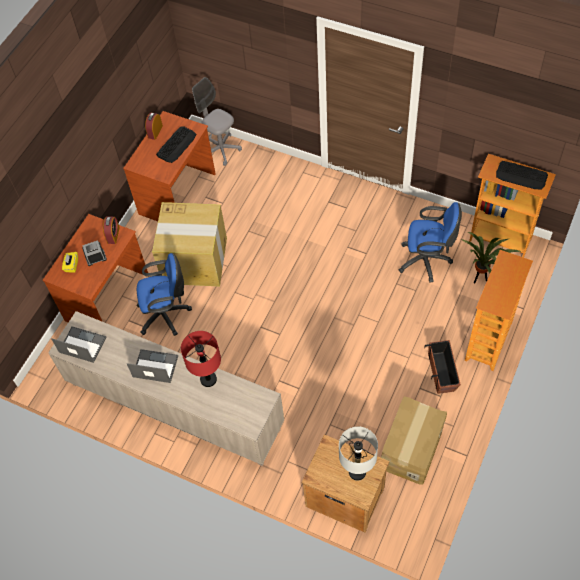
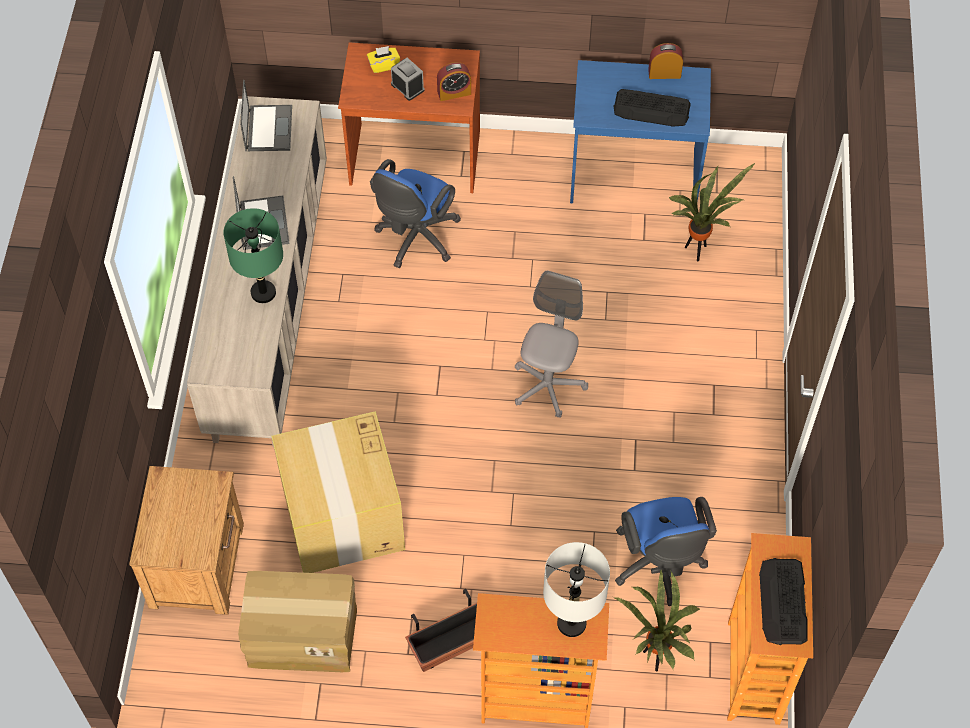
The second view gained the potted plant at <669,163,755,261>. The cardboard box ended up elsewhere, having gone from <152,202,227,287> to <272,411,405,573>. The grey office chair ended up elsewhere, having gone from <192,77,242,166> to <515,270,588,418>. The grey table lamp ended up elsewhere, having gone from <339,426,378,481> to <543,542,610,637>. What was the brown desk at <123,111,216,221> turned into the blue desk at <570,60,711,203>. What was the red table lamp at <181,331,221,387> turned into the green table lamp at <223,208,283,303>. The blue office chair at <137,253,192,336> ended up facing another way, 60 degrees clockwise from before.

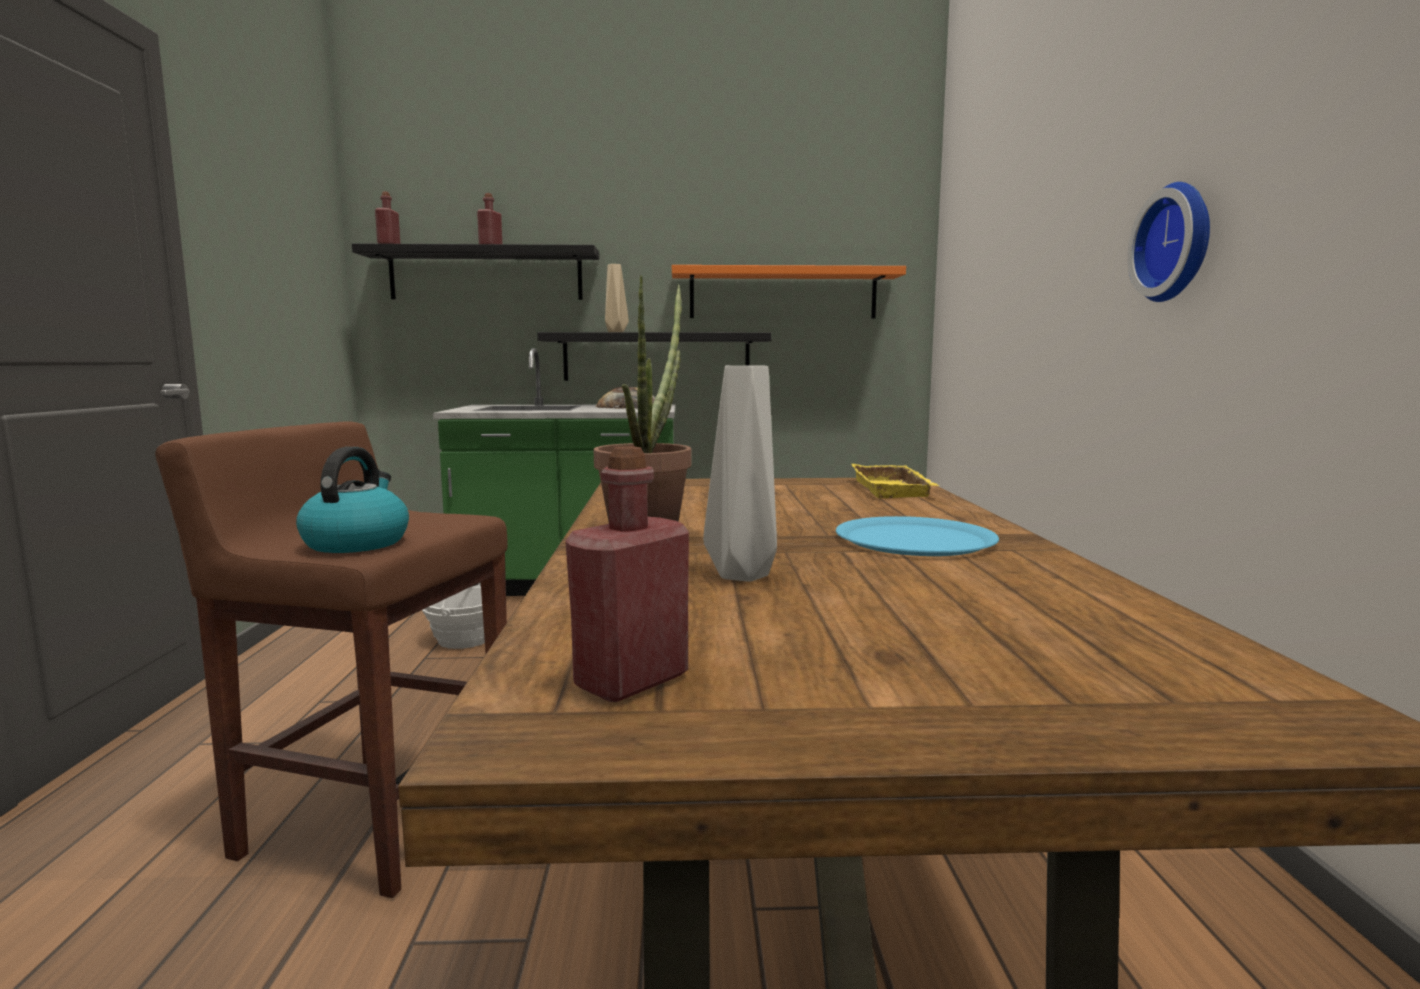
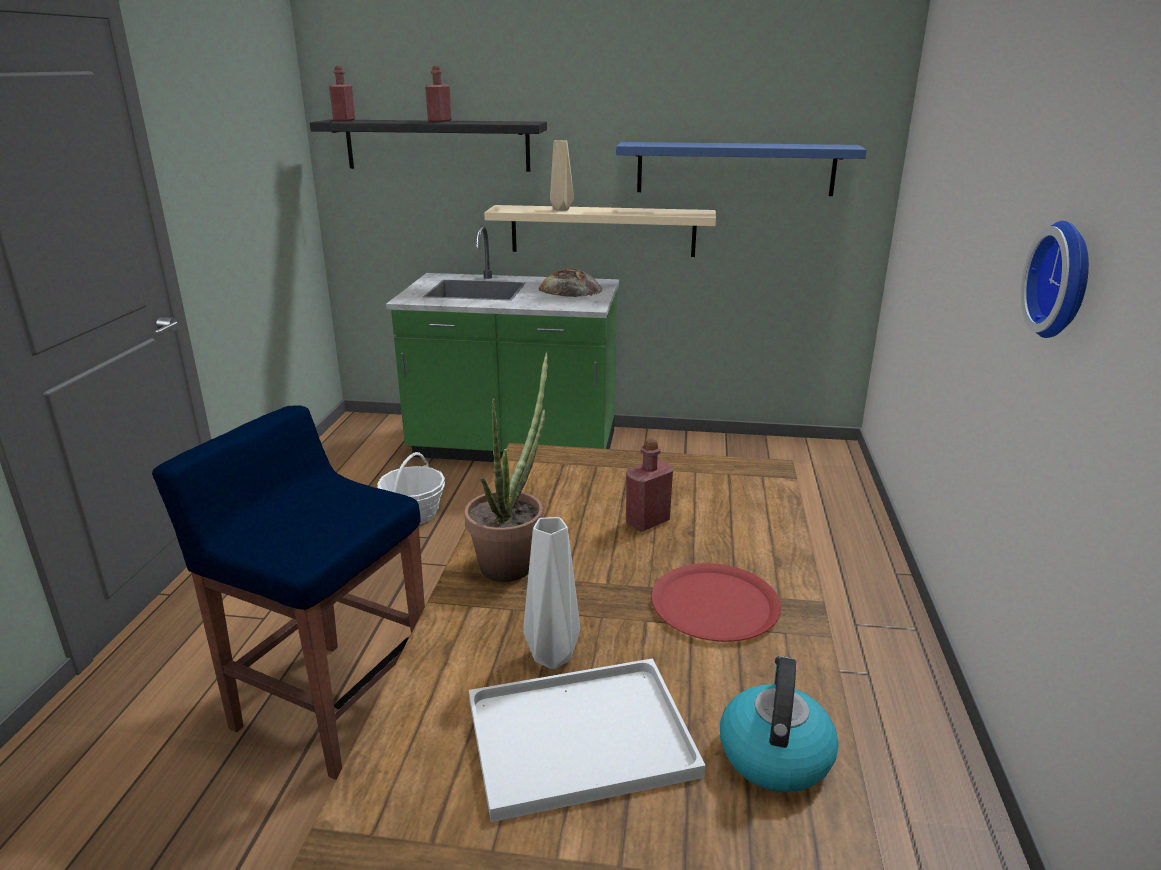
The second view lost the yellow tray at <851,464,939,498>. The second view gained the white tray at <469,658,706,822>. The kettle ended up elsewhere, having gone from <296,447,409,553> to <720,656,838,792>. The red bottle ended up elsewhere, having gone from <565,446,689,702> to <626,438,673,532>. What was the brown stool at <155,421,508,898> turned into the blue stool at <152,405,425,780>. What was the black shelf at <537,332,772,381> turned into the beige shelf at <484,205,716,257>. What was the orange shelf at <672,265,906,319> turned into the blue shelf at <616,142,867,196>. What was the blue plate at <836,516,999,556> turned into the red plate at <651,563,781,642>.

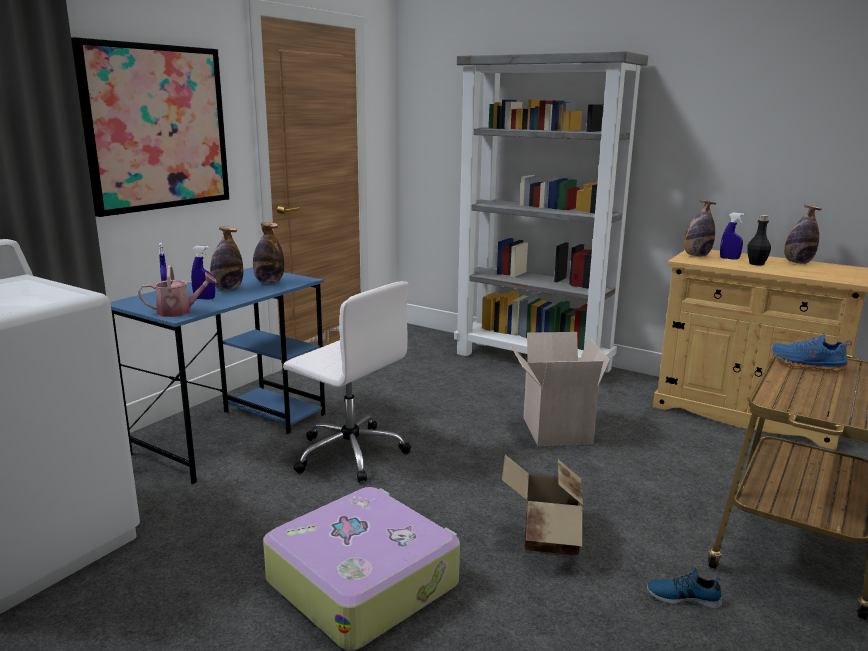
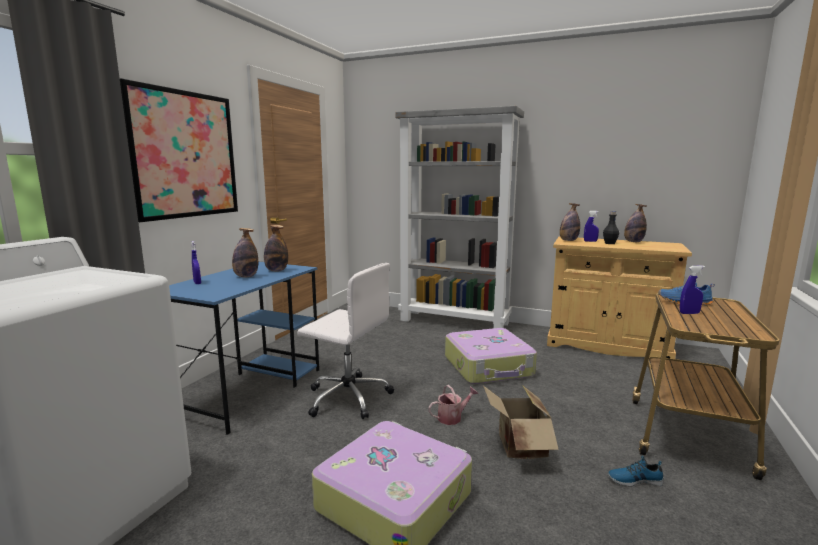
The watering can ended up elsewhere, having gone from <138,265,217,317> to <428,385,479,425>. The blue spray bottle ended up elsewhere, having gone from <191,246,215,300> to <680,265,705,314>. Where the cardboard box stood at <510,332,610,446>, the suitcase came to stand at <445,328,537,384>.

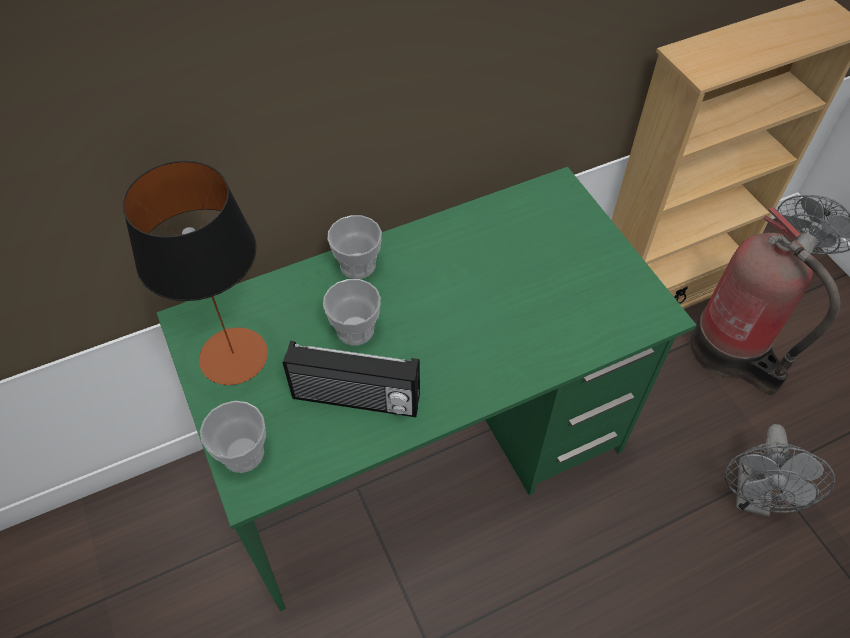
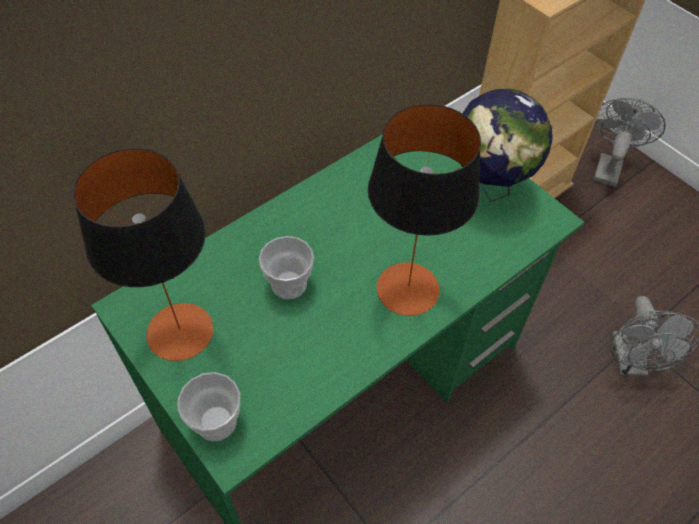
The second view lost the radio at <283,341,420,417>. The second view lost the cup at <327,215,382,279>. The second view lost the fire extinguisher at <690,207,841,395>. The second view gained the table lamp at <368,104,481,316>. The second view gained the globe at <461,89,553,203>.

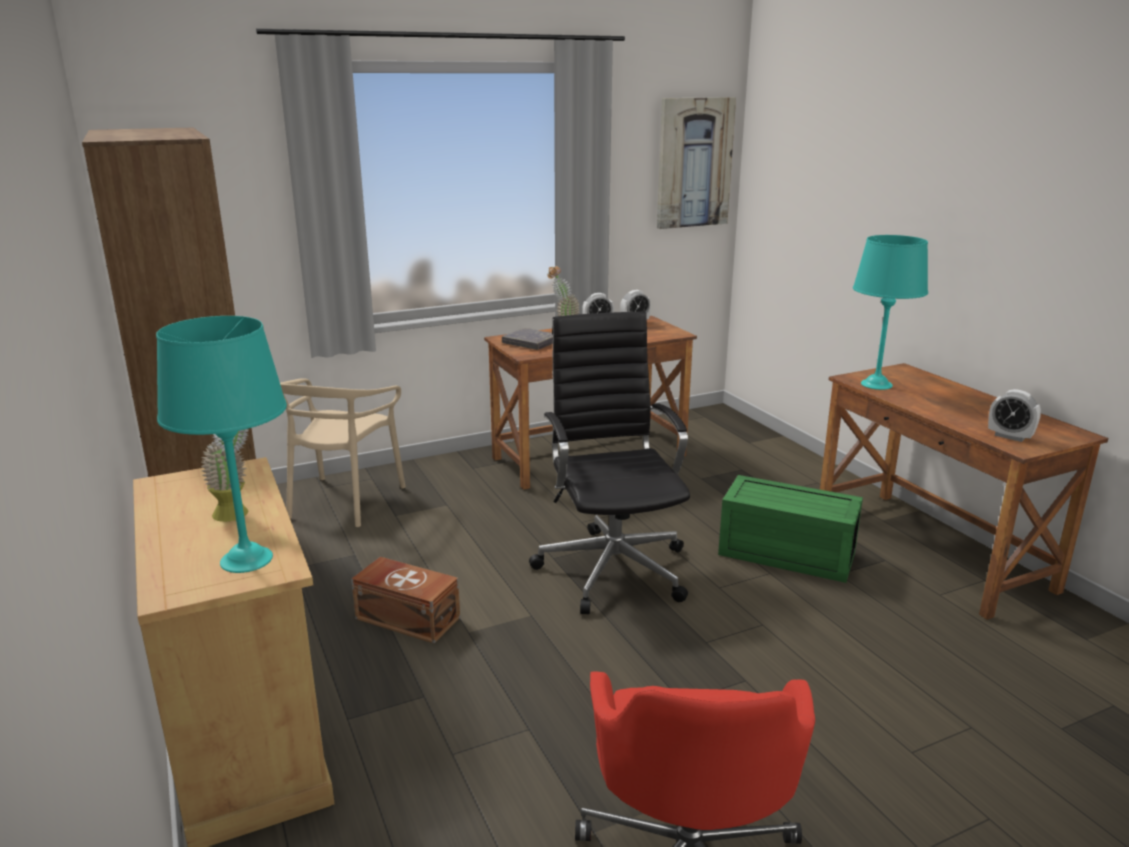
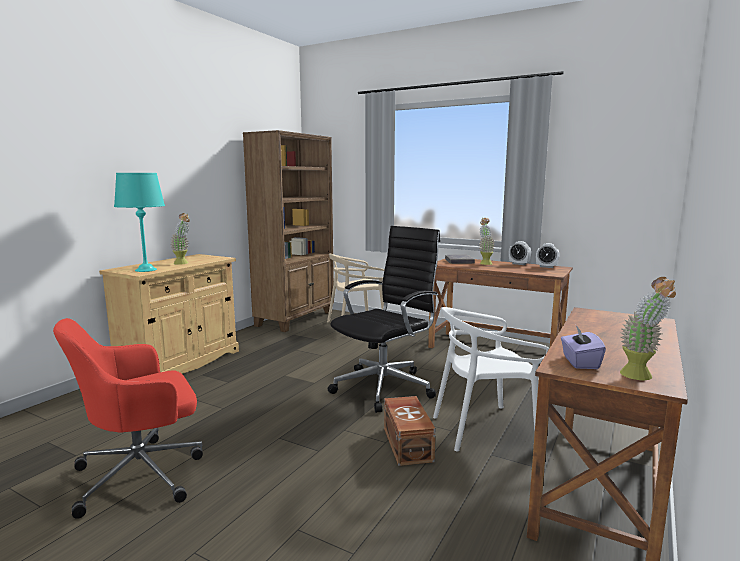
The second view lost the picture at <657,97,736,229>. The second view lost the turquoise table lamp at <853,235,928,390>. The second view gained the potted plant at <620,277,676,380>. The brown storage box ended up elsewhere, having gone from <351,557,460,643> to <384,396,436,466>. Where the green storage box stood at <718,475,863,583>, the white chair came to stand at <433,307,549,451>. Where the alarm clock stood at <988,389,1041,442>, the purple tissue box came to stand at <561,325,606,369>.

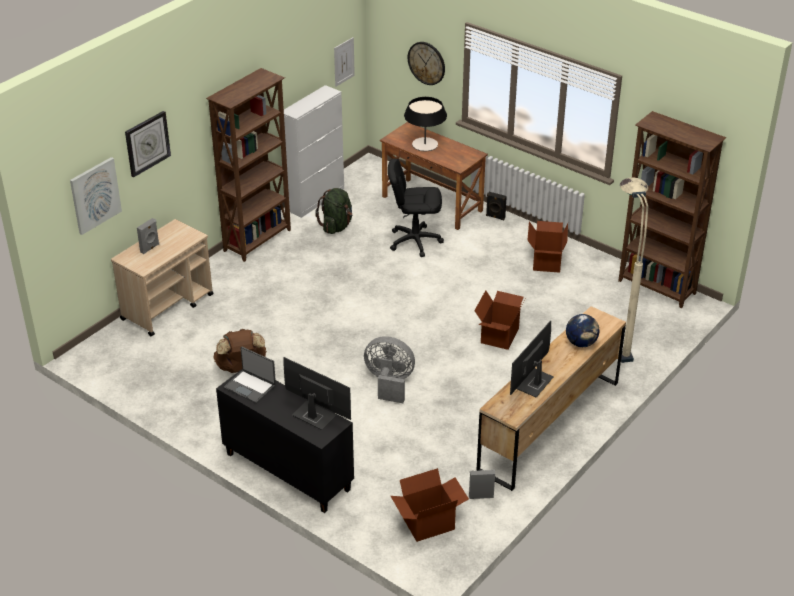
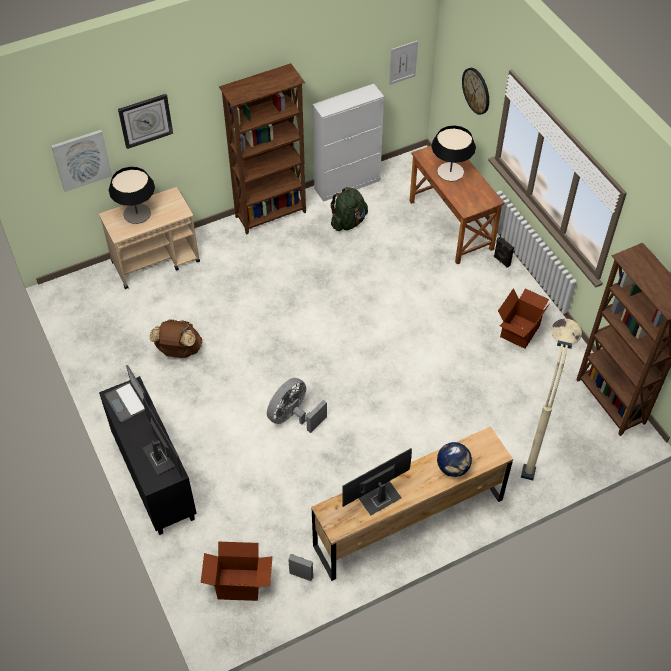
The second view lost the black office chair at <388,159,444,257>. The second view lost the cardboard box at <474,290,525,350>. Where the grey speaker stood at <137,218,159,254>, the table lamp came to stand at <109,167,155,224>. The grey fan at <364,336,415,403> ended up facing another way, 90 degrees counterclockwise from before.

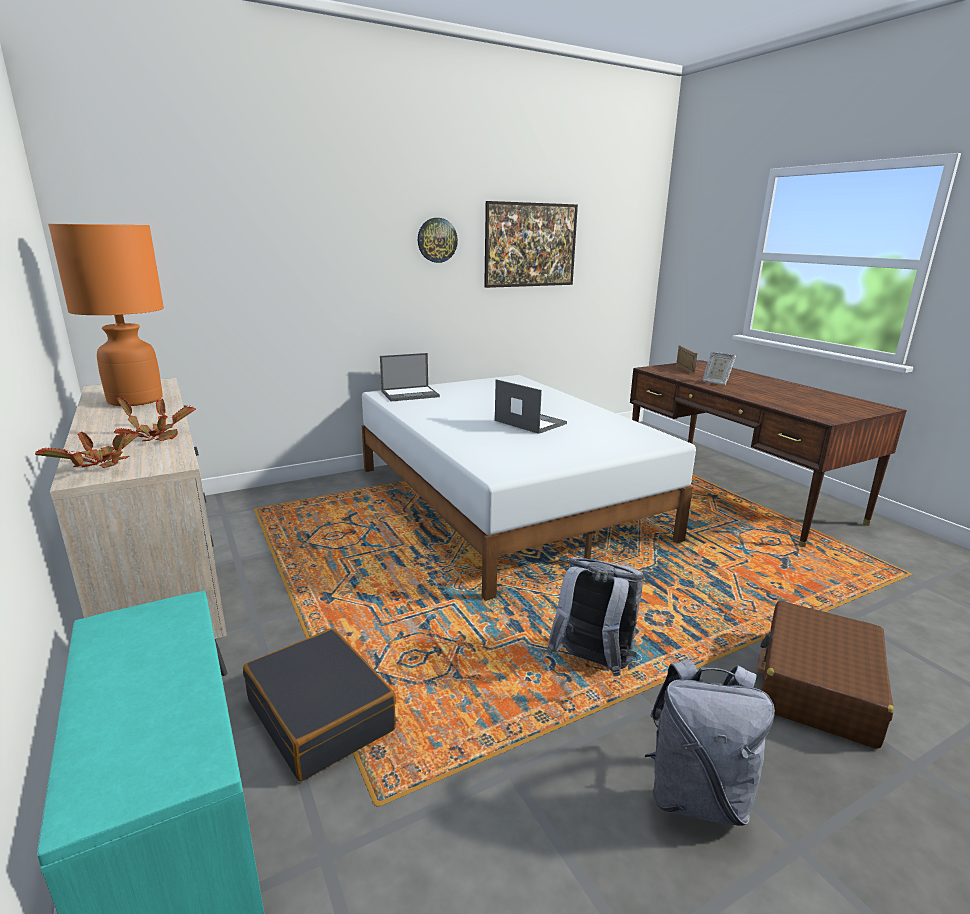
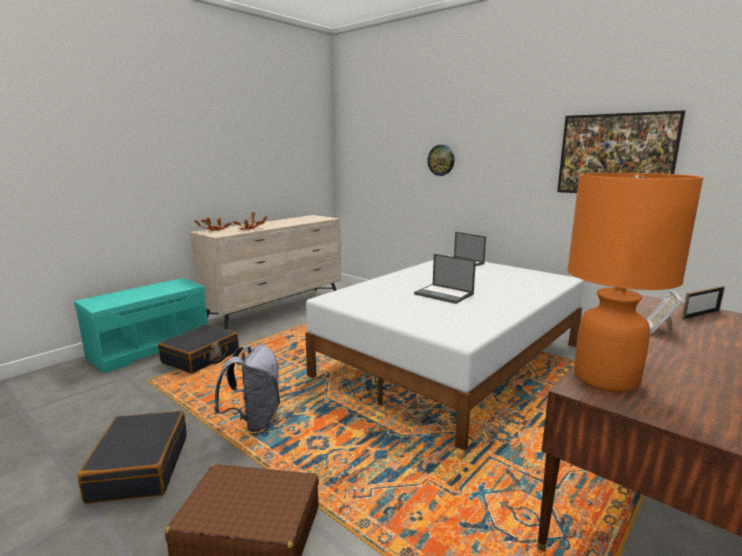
The orange table lamp ended up elsewhere, having gone from <48,224,164,406> to <567,173,704,392>. The wall clock ended up elsewhere, having gone from <418,218,458,263> to <427,145,454,176>. Where the grey backpack stood at <645,660,775,826>, the black suitcase came to stand at <78,411,187,504>. The laptop at <495,379,567,434> ended up facing another way, 105 degrees clockwise from before.

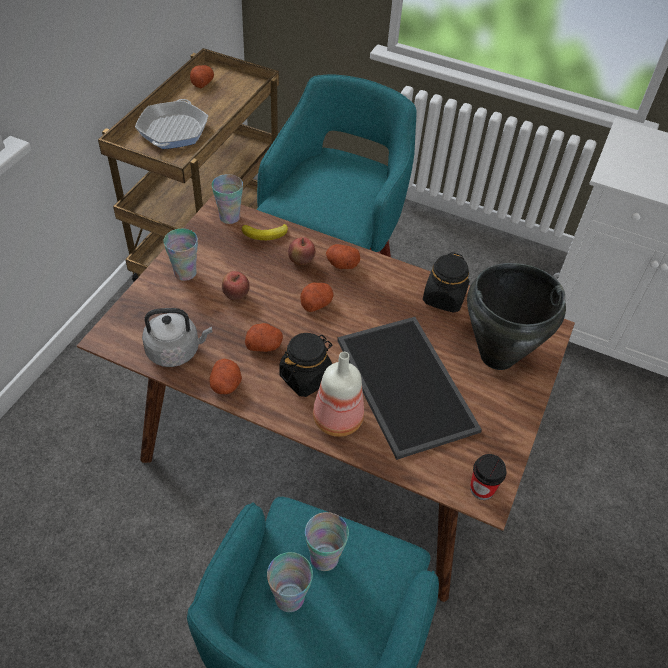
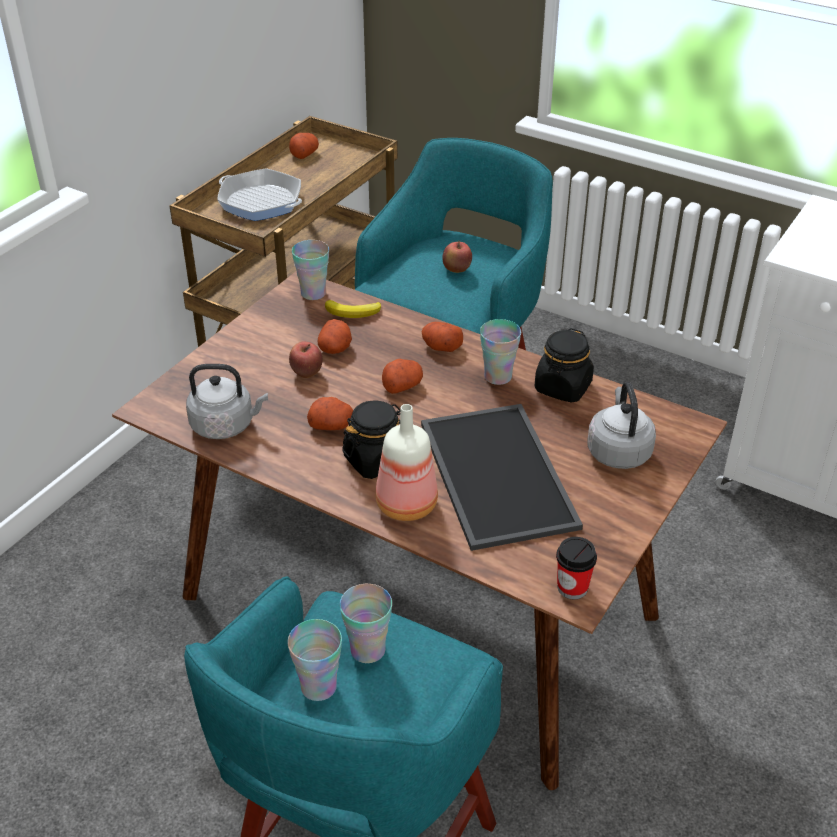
The cup ended up elsewhere, having gone from <163,229,198,281> to <480,319,521,385>. The potato ended up elsewhere, having gone from <210,359,242,394> to <318,319,352,354>. The apple ended up elsewhere, having gone from <288,237,315,265> to <442,241,472,273>. Where the black cooking pot stood at <467,263,566,370>, the grey kettle came to stand at <588,382,656,469>. The frying pan at <135,99,208,149> ended up facing another way, 75 degrees counterclockwise from before.

